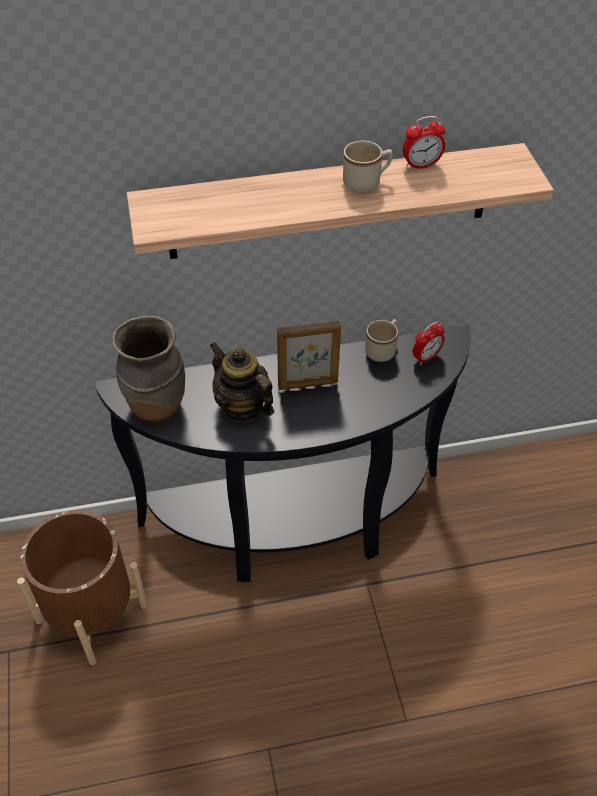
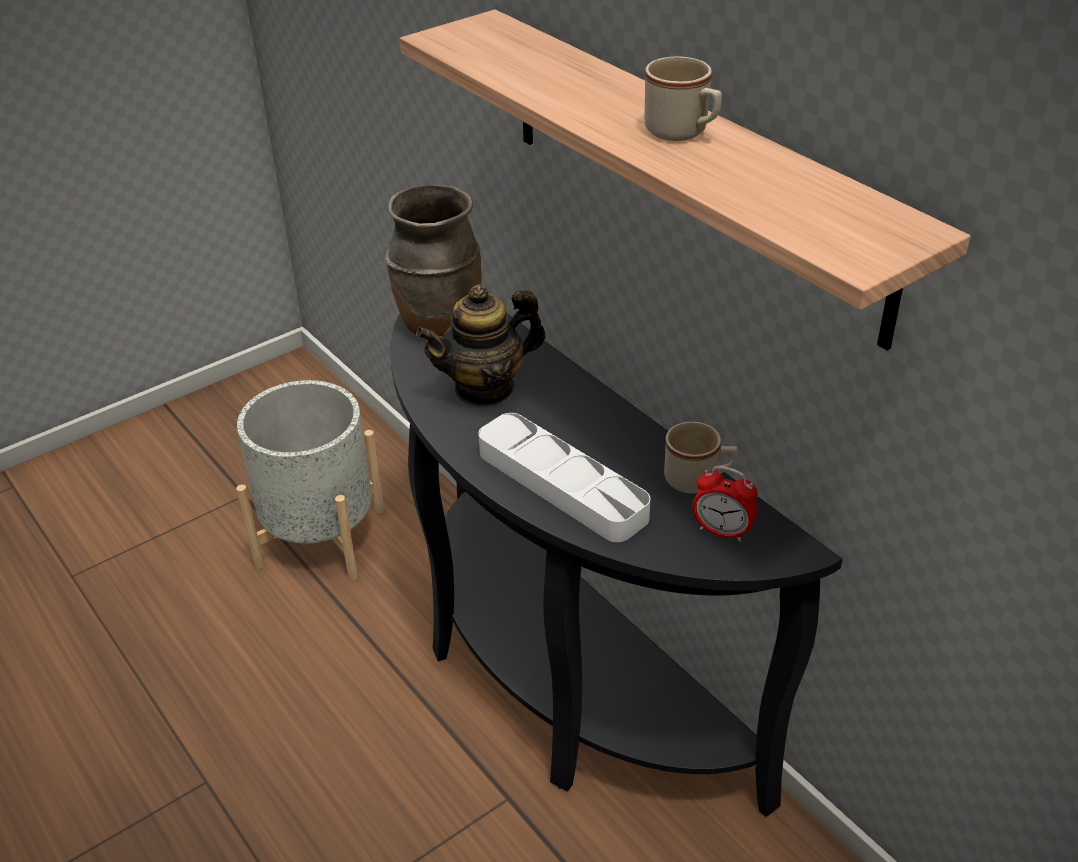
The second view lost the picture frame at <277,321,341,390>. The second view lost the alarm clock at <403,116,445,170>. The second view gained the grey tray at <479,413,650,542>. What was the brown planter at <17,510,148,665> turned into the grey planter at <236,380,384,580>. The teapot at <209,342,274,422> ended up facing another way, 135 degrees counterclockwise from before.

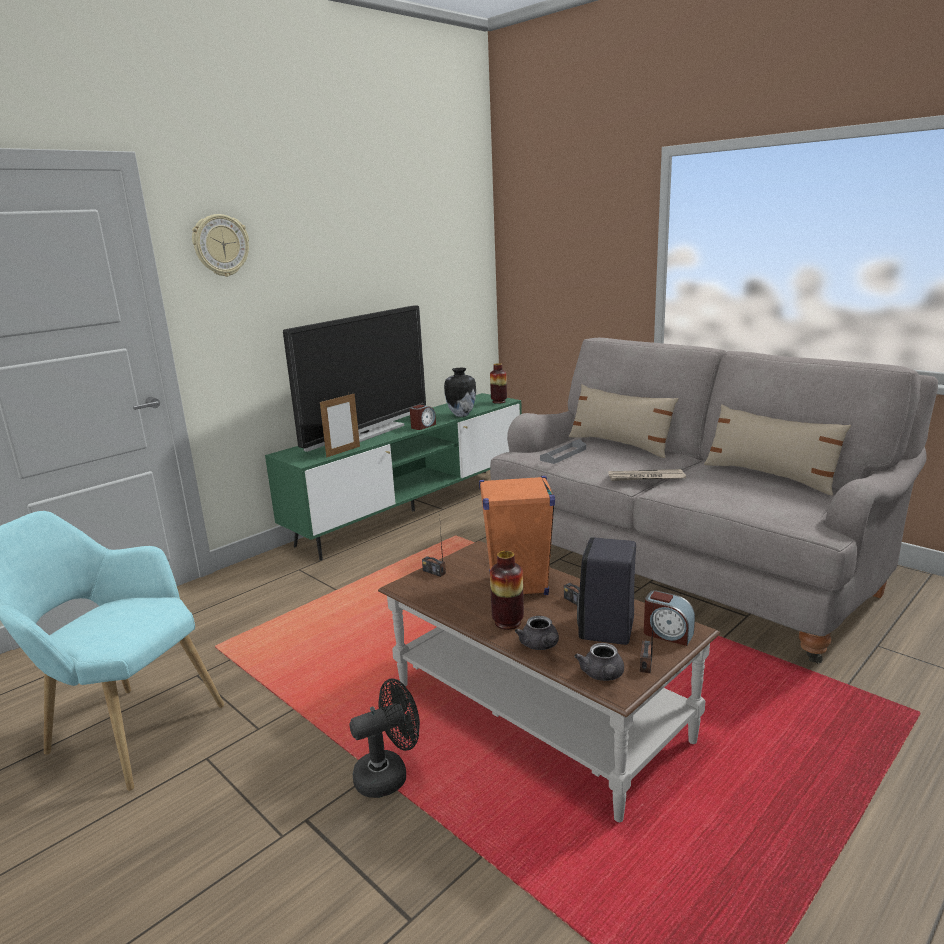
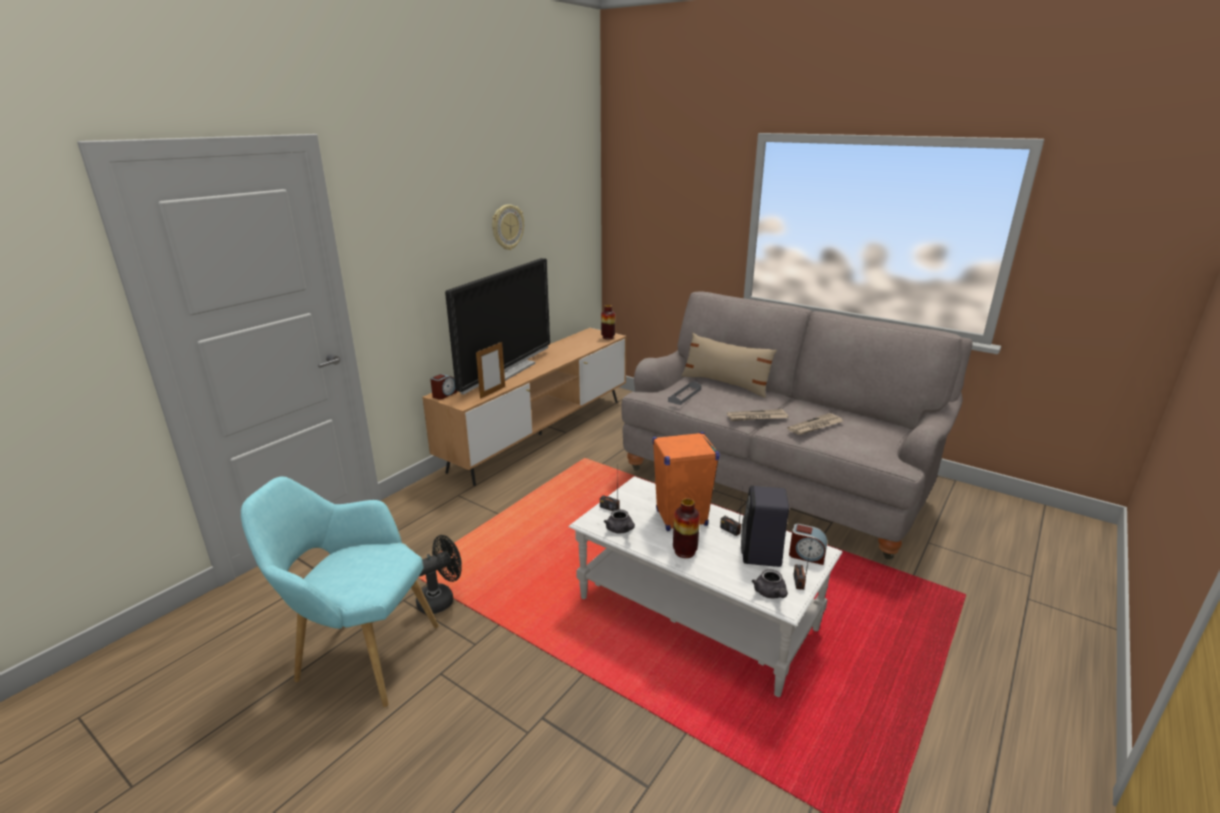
The second view lost the vase at <444,368,476,417>. The second view lost the beige pillow at <704,404,851,495>. The second view gained the newspaper at <787,413,843,435>. The wall clock ended up elsewhere, having gone from <192,214,249,277> to <492,204,524,250>. The black fan ended up elsewhere, having gone from <349,678,420,798> to <416,535,462,614>. The alarm clock ended up elsewhere, having gone from <410,405,436,430> to <430,374,457,400>. The grey teapot ended up elsewhere, having gone from <515,616,559,650> to <604,509,635,534>. What was the green tv stand at <265,393,522,561> turned into the brown tv stand at <422,328,626,486>. What was the brown coffee table at <378,541,720,822> turned into the white coffee table at <568,476,843,697>.

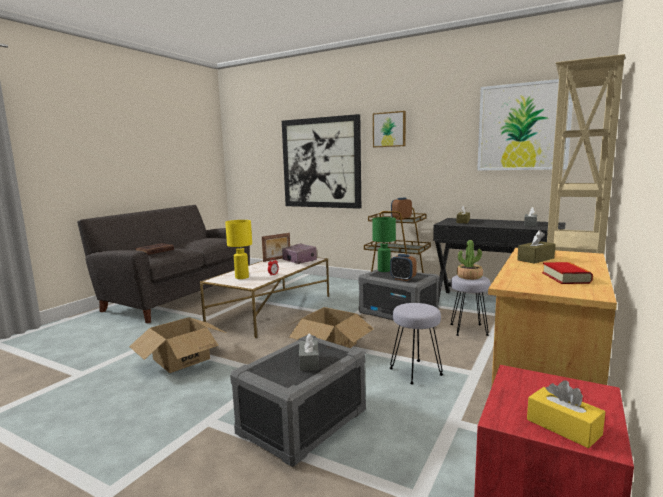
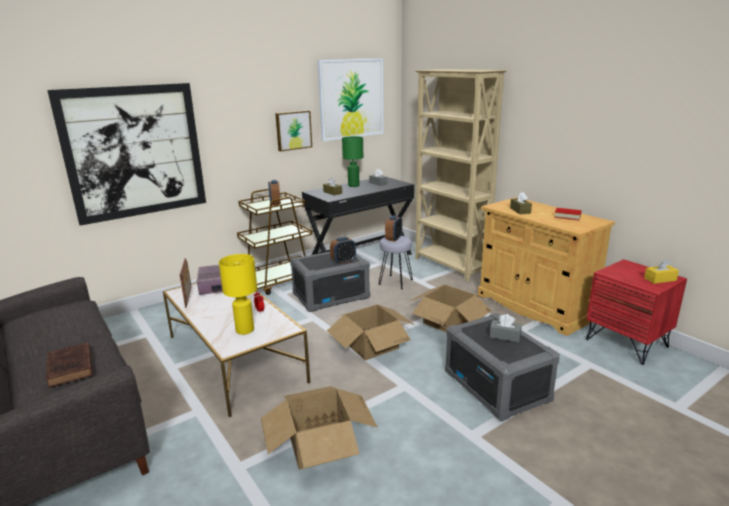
The green table lamp ended up elsewhere, having gone from <372,217,396,272> to <342,136,363,187>. The picture ended up elsewhere, having gone from <373,111,406,147> to <275,110,312,151>. Where the grey stool stood at <390,303,443,384>, the cardboard box came to stand at <410,285,492,333>. Where the potted plant stood at <457,240,483,280>, the alarm clock came to stand at <385,215,402,242>.

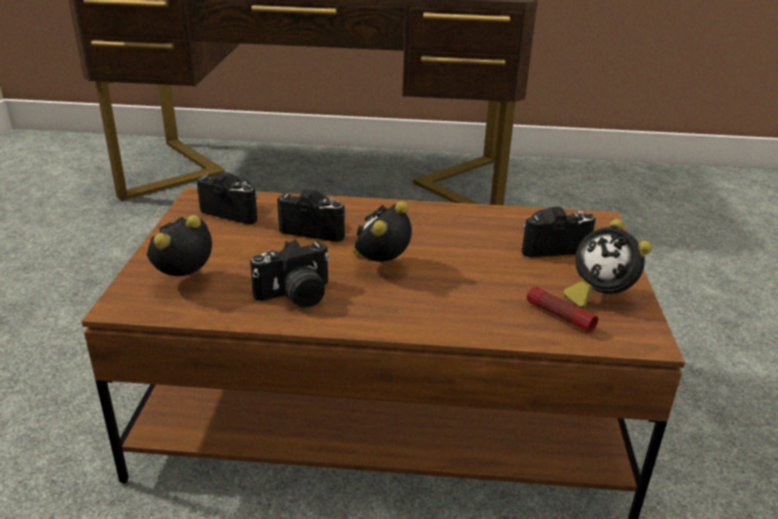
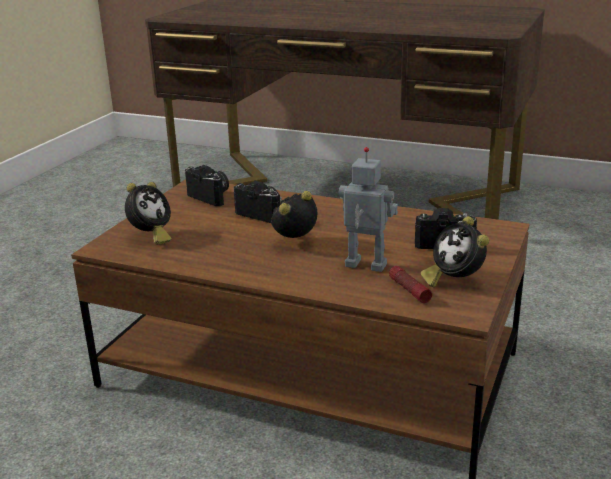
The second view lost the photo camera at <250,239,330,308>. The second view gained the toy robot at <339,147,398,272>. The alarm clock at <147,215,212,276> ended up facing another way, 150 degrees clockwise from before.

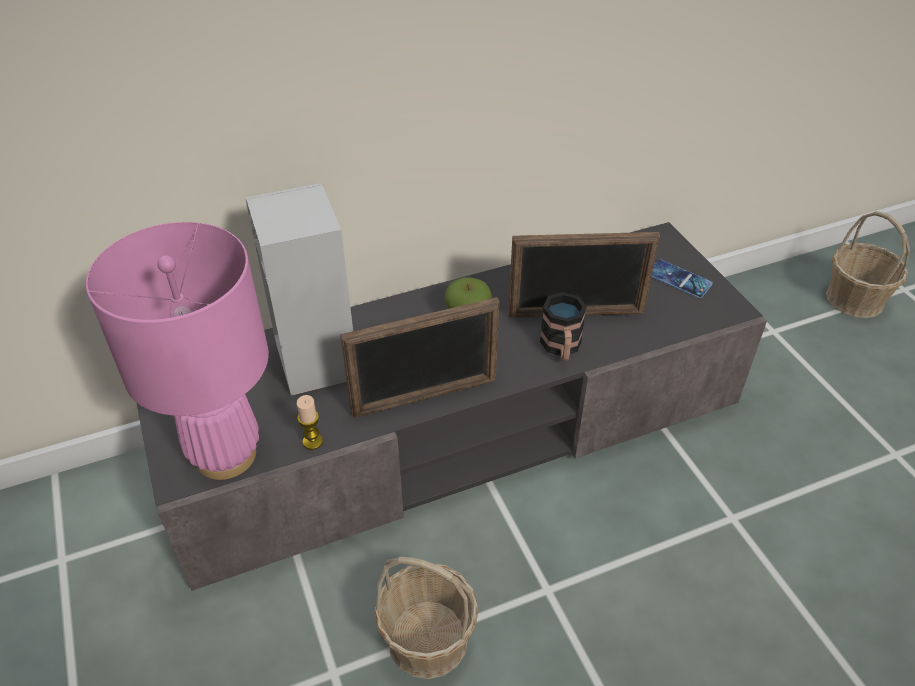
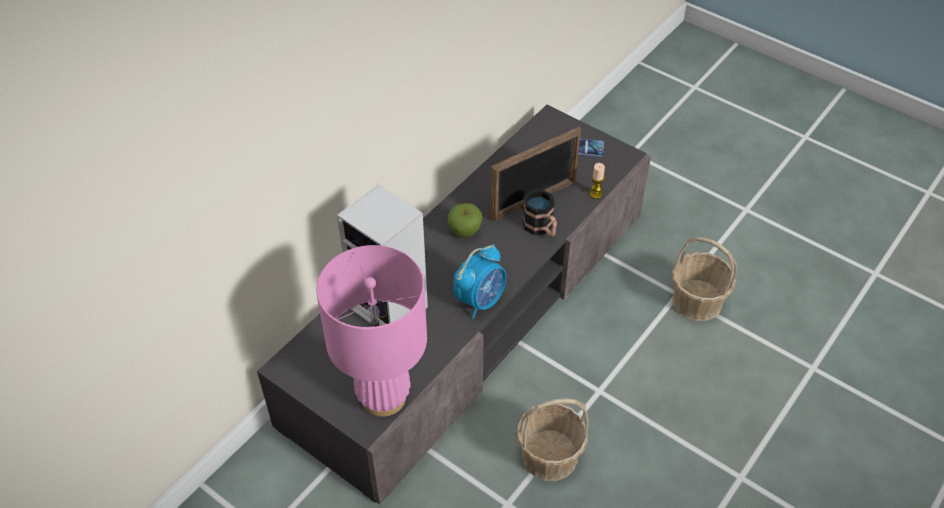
The candle ended up elsewhere, having gone from <297,395,323,450> to <589,163,605,199>. The basket ended up elsewhere, having gone from <826,211,910,318> to <672,237,737,321>. Where the picture frame stood at <340,297,499,418>, the alarm clock came to stand at <453,244,506,319>.

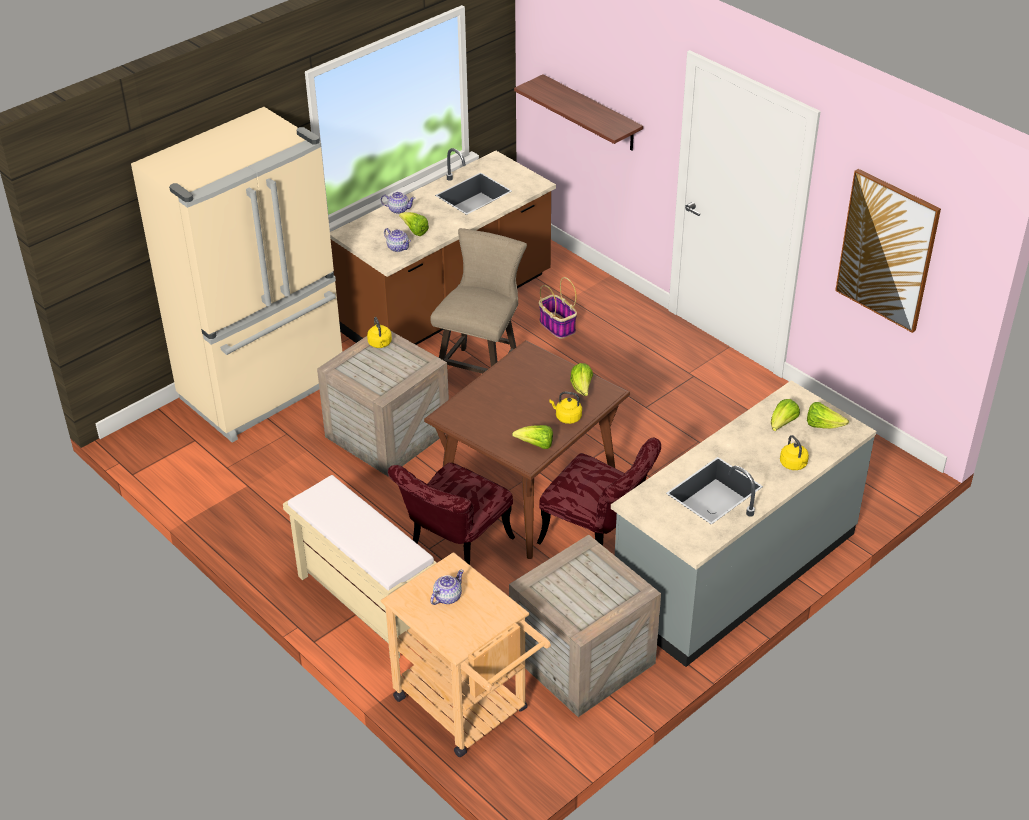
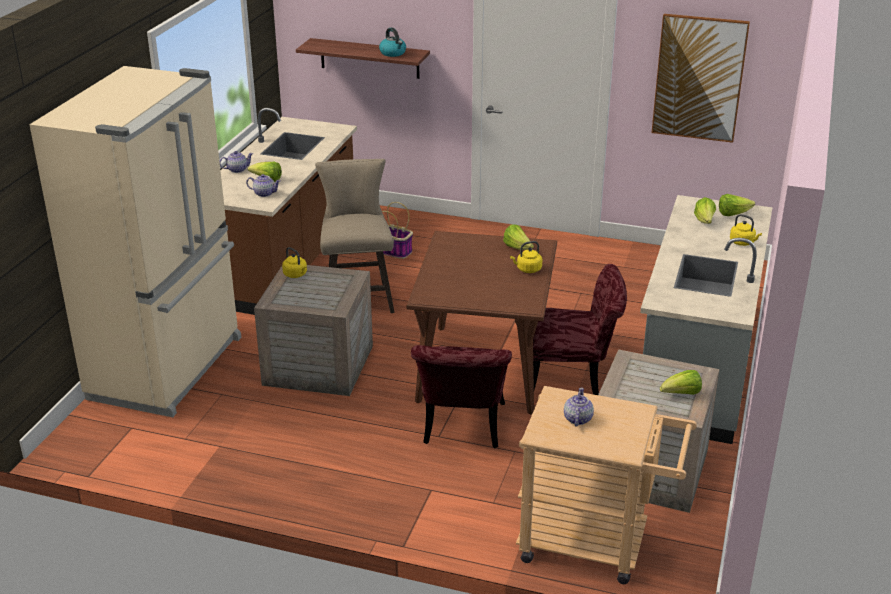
The second view lost the beige bench at <283,475,436,658>. The second view gained the kettle at <379,28,406,57>. The lettuce ended up elsewhere, having gone from <512,425,553,449> to <660,370,702,395>.

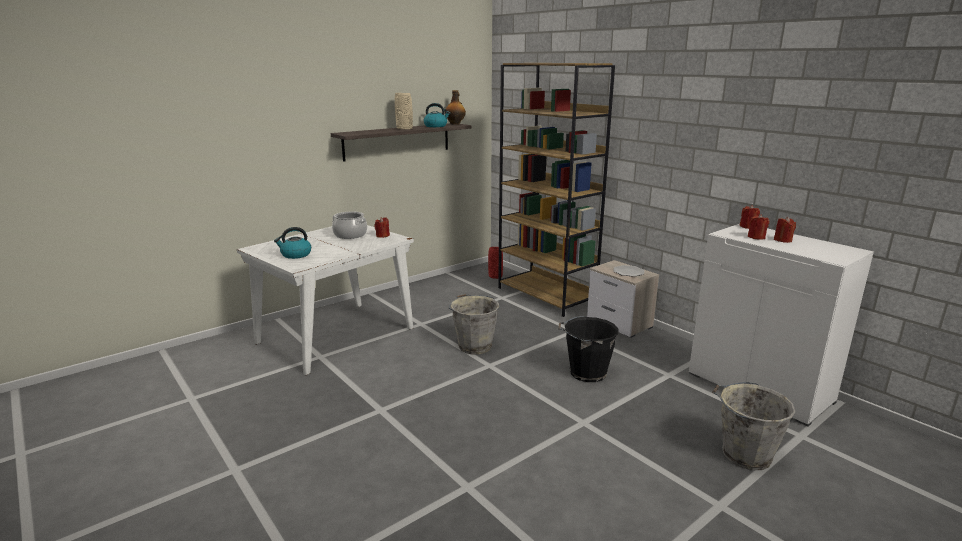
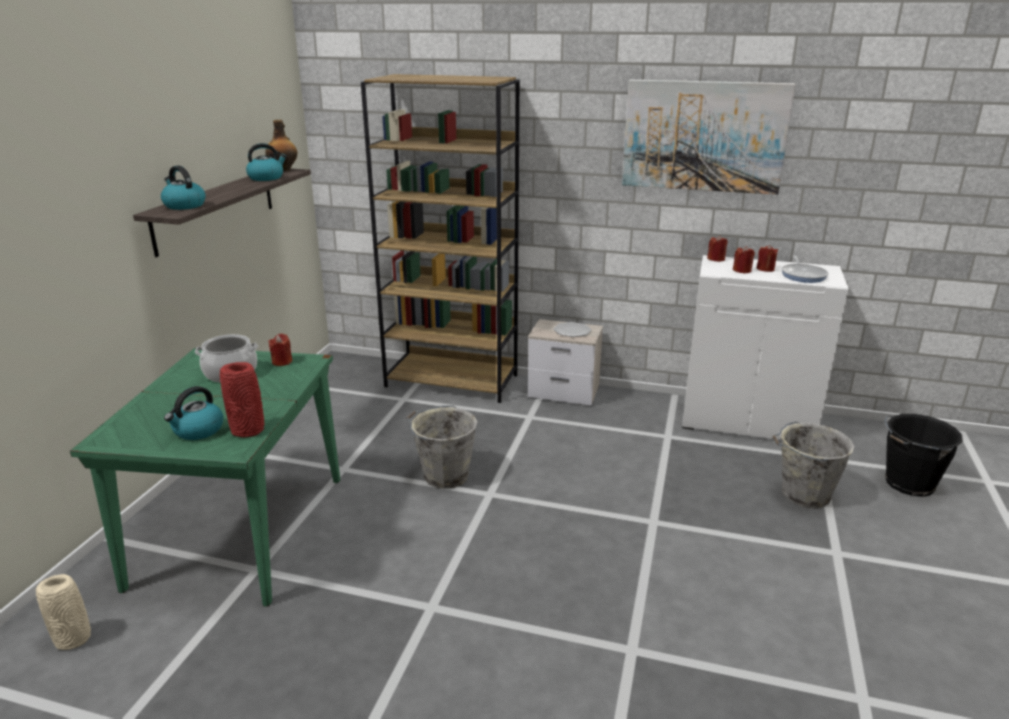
The second view gained the kettle at <161,166,206,210>. The second view gained the picture at <622,80,796,195>. The second view gained the frying pan at <782,256,828,283>. The beige vase ended up elsewhere, having gone from <395,93,413,130> to <36,574,91,650>. The red vase ended up elsewhere, having gone from <488,247,503,279> to <220,362,264,437>. The black bucket ended up elsewhere, having gone from <558,316,619,382> to <884,414,963,497>. What was the white dining table at <237,225,414,375> turned into the green dining table at <70,348,341,607>.

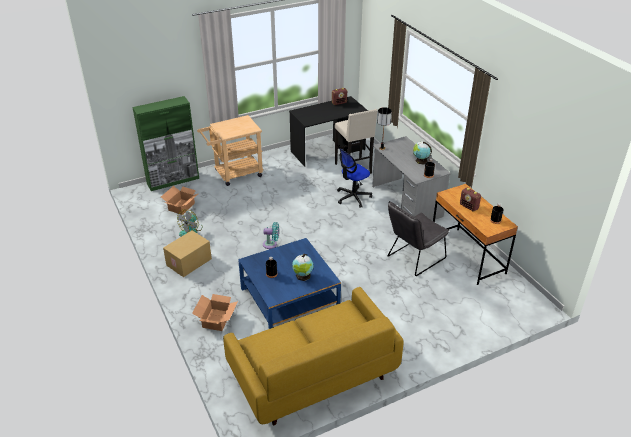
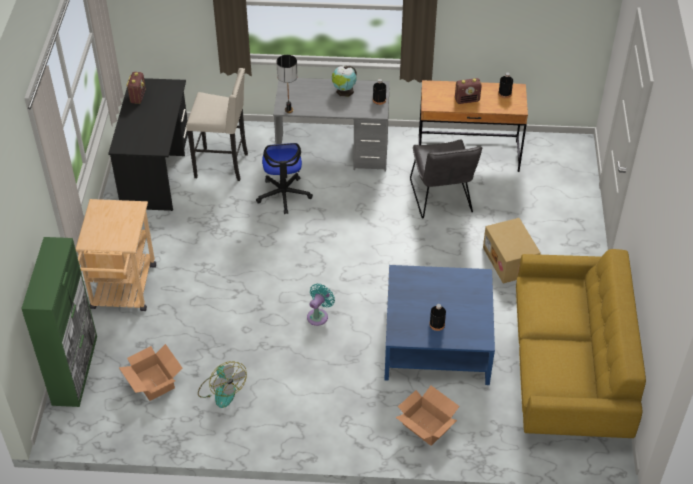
The second view lost the globe at <292,254,314,281>. The cardboard box ended up elsewhere, having gone from <163,230,212,277> to <483,218,541,284>.

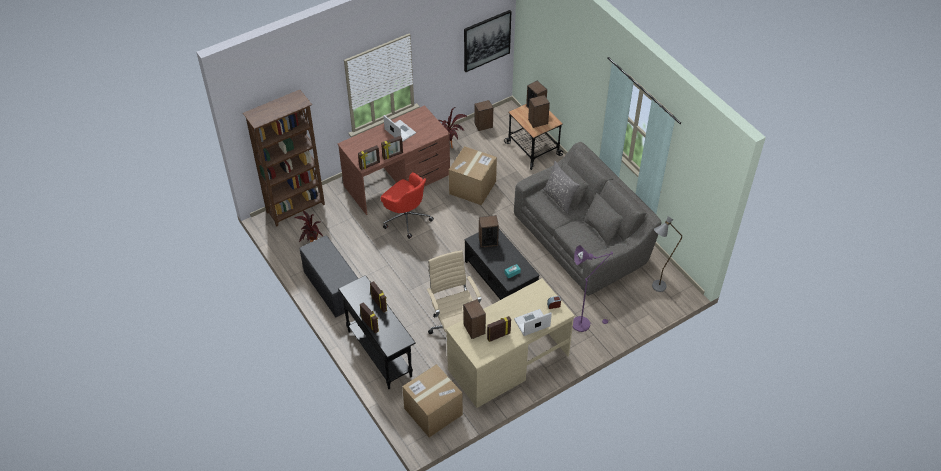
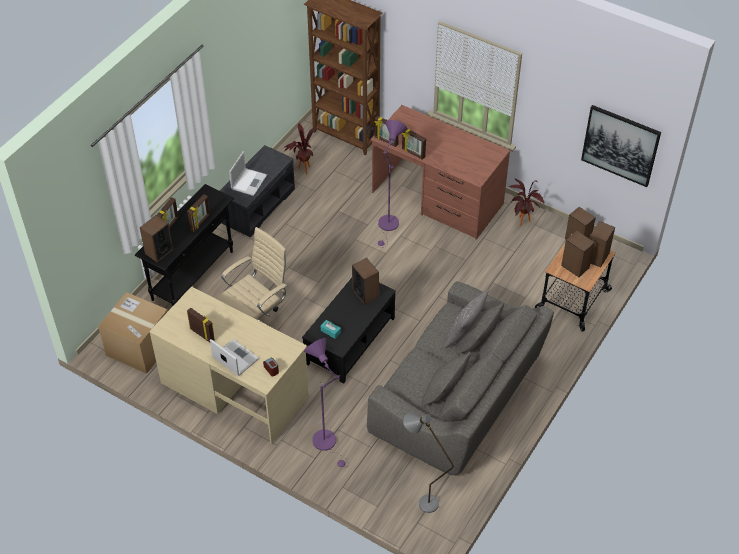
The second view lost the cardboard box at <449,146,497,205>. The laptop ended up elsewhere, having gone from <384,115,416,142> to <229,151,267,196>. The speaker ended up elsewhere, having gone from <463,299,486,339> to <140,215,173,262>. Where the red office chair stood at <380,172,434,239>, the purple floor lamp came to stand at <378,120,407,248>.

